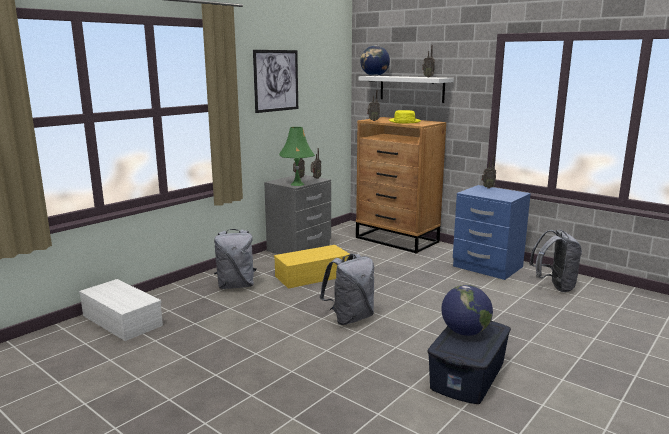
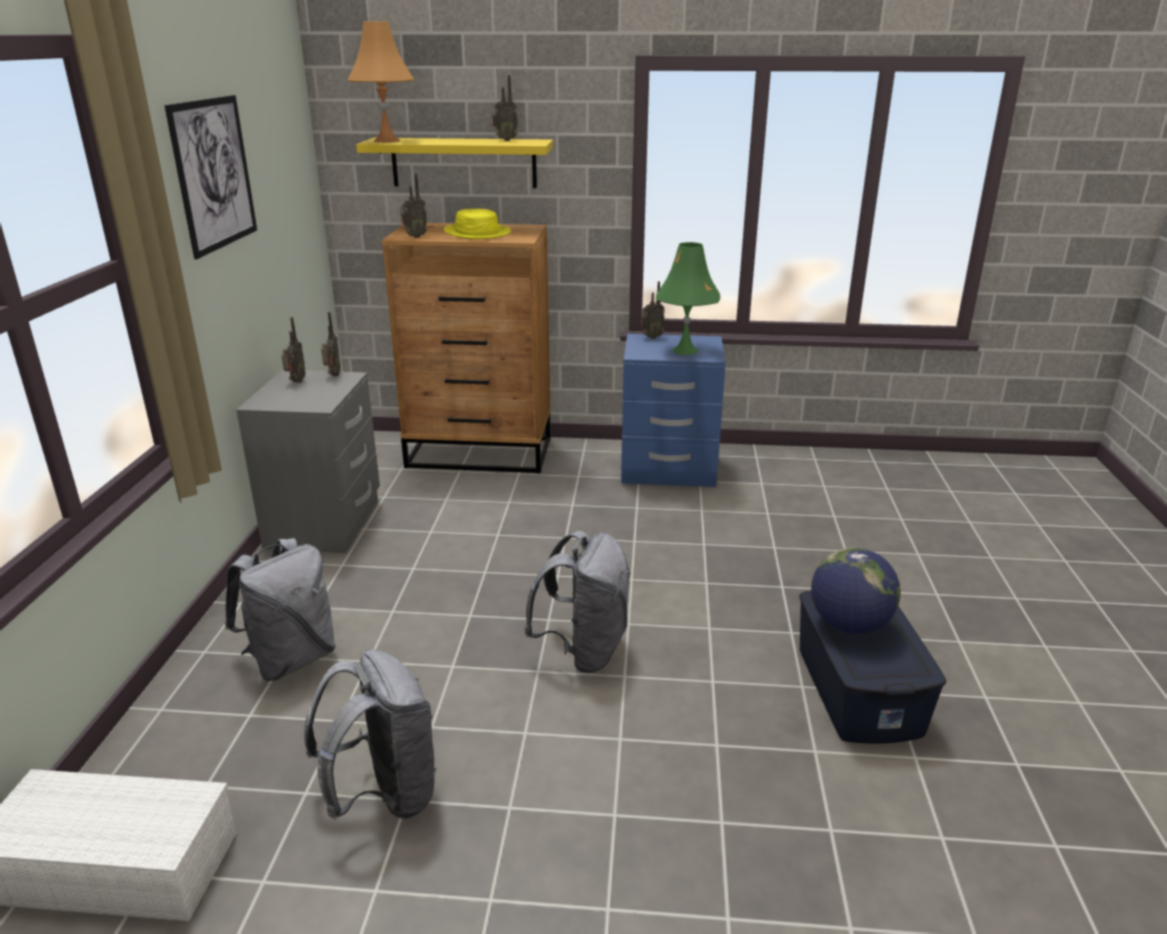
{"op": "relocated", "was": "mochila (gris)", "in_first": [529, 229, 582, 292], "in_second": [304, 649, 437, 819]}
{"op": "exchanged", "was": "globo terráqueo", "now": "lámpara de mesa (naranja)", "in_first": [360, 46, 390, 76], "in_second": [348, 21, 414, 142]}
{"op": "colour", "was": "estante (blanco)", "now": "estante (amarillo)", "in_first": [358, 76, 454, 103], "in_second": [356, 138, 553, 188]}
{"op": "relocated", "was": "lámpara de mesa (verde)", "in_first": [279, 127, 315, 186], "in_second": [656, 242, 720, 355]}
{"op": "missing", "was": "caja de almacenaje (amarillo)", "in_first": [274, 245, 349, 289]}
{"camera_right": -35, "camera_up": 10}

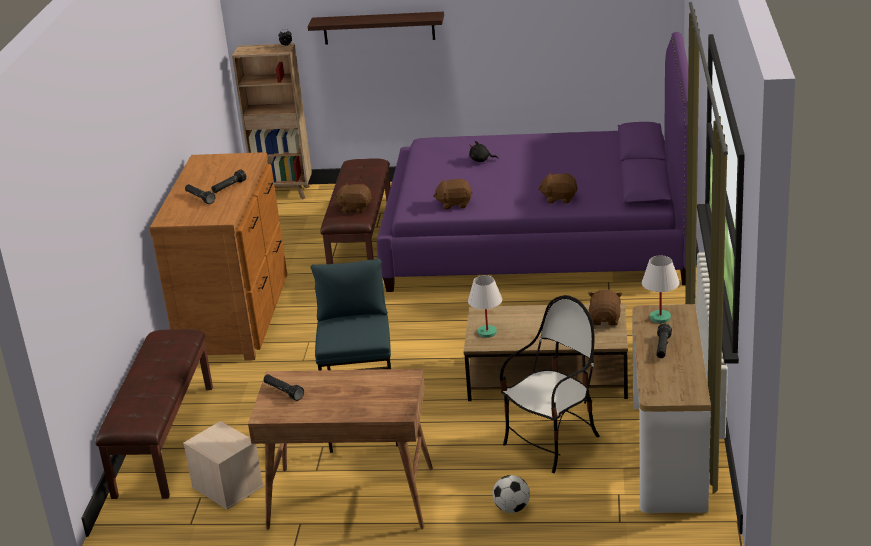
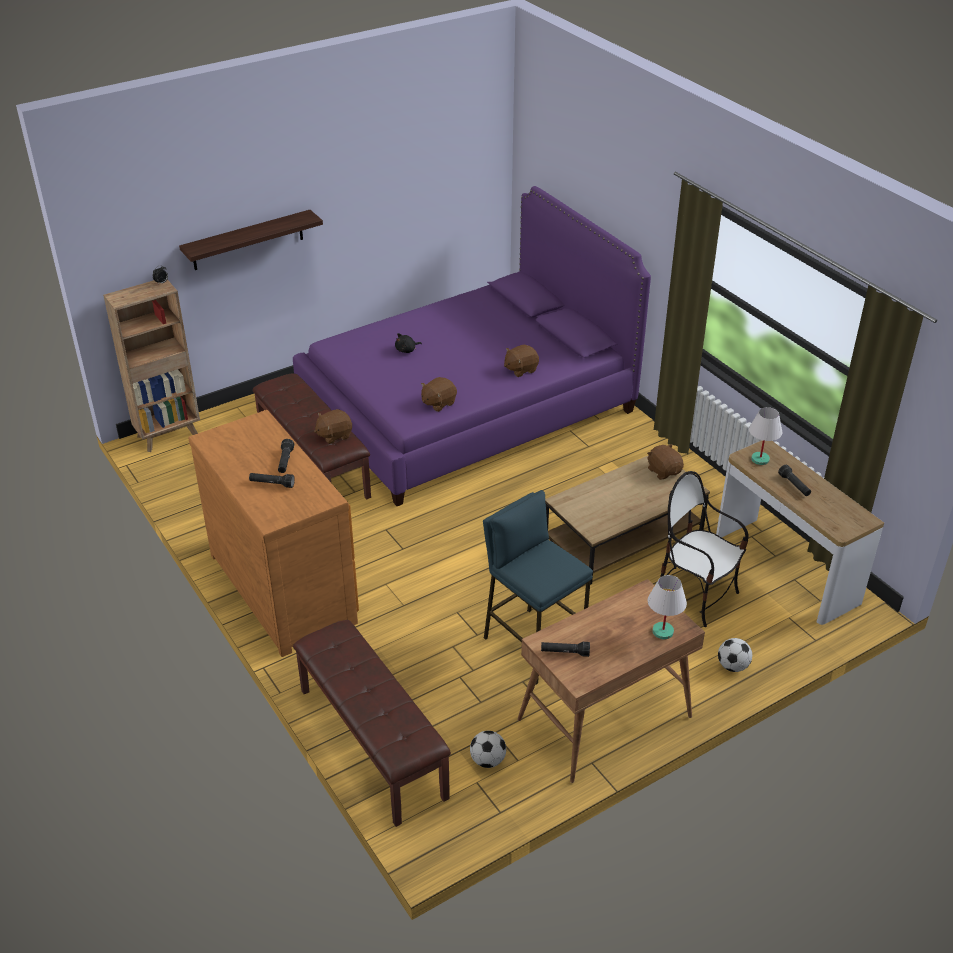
{"op": "exchanged", "was": "caja de almacenaje (beis)", "now": "balón de fútbol", "in_first": [183, 421, 264, 510], "in_second": [470, 731, 506, 768]}
{"op": "relocated", "was": "lámpara de mesa (blanco)", "in_first": [468, 275, 502, 338], "in_second": [648, 575, 687, 639]}
{"op": "spun", "was": "silla", "in_first": [500, 295, 600, 473], "in_second": [660, 471, 748, 627], "clockwise": -60}
{"camera_right": -40, "camera_up": 10}

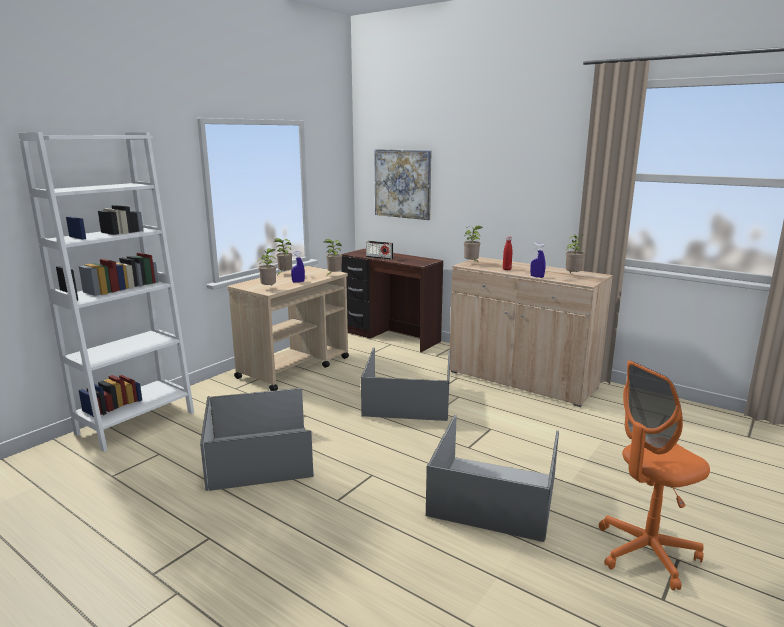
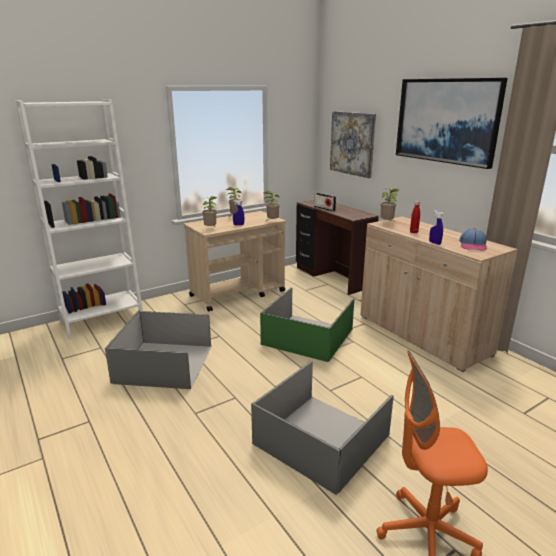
{"op": "colour", "was": "caja de almacenaje (gris)", "now": "caja de almacenaje (verde)", "in_first": [361, 347, 450, 421], "in_second": [260, 287, 354, 362]}
{"op": "appeared", "now": "cuadro", "in_second": [396, 78, 508, 169]}
{"op": "exchanged", "was": "planta en maceta", "now": "gorra", "in_first": [566, 234, 585, 273], "in_second": [459, 228, 487, 251]}
{"camera_right": 20, "camera_up": 5}

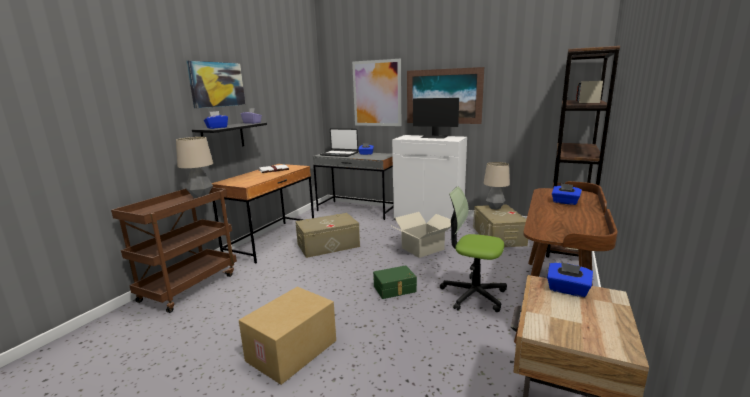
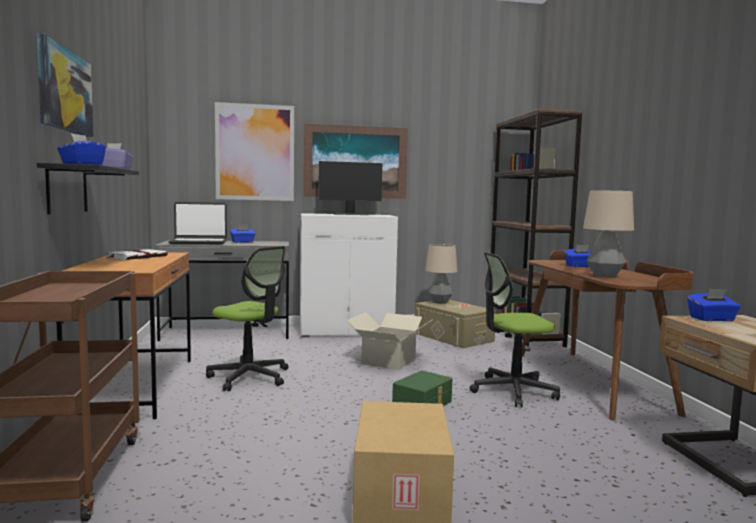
{"op": "exchanged", "was": "caja de almacenaje (beis)", "now": "silla de oficina", "in_first": [295, 213, 360, 258], "in_second": [206, 246, 289, 391]}
{"op": "relocated", "was": "lámpara de mesa", "in_first": [176, 137, 213, 198], "in_second": [583, 191, 634, 278]}
{"camera_right": -35, "camera_up": -10}

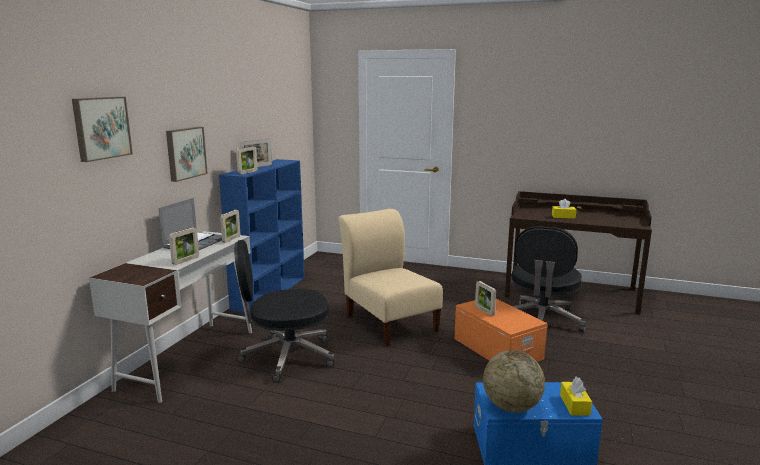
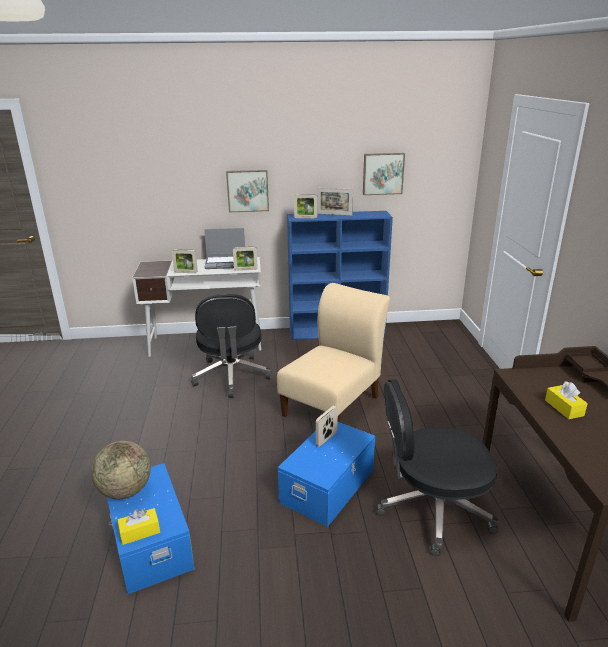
{"op": "spun", "was": "silla de oficina (negro)", "in_first": [234, 240, 334, 383], "in_second": [191, 294, 272, 398], "clockwise": -150}
{"op": "colour", "was": "caja de almacenaje (naranja)", "now": "caja de almacenaje (azul)", "in_first": [455, 299, 548, 362], "in_second": [278, 422, 375, 527]}
{"op": "relocated", "was": "cuadro", "in_first": [72, 97, 133, 162], "in_second": [363, 153, 405, 195]}
{"camera_right": 65, "camera_up": 10}

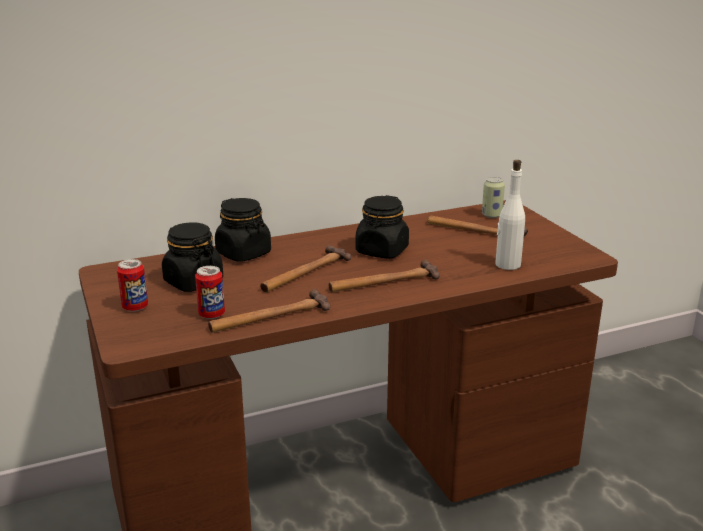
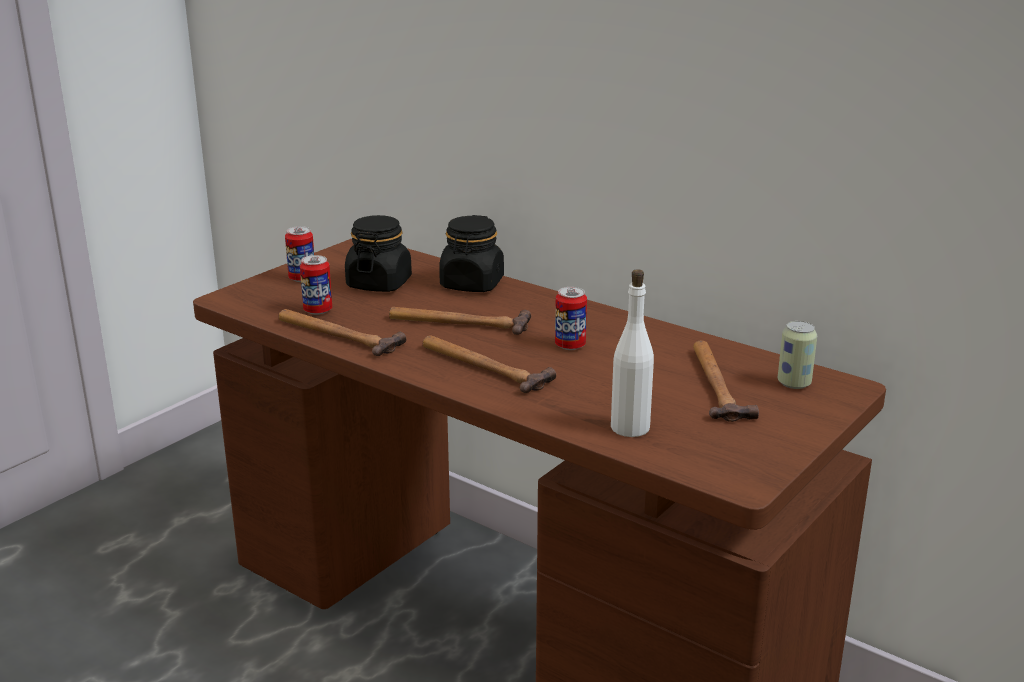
{"op": "exchanged", "was": "tarro (negro)", "now": "lata", "in_first": [355, 195, 409, 259], "in_second": [555, 287, 587, 350]}
{"camera_right": 60, "camera_up": 0}

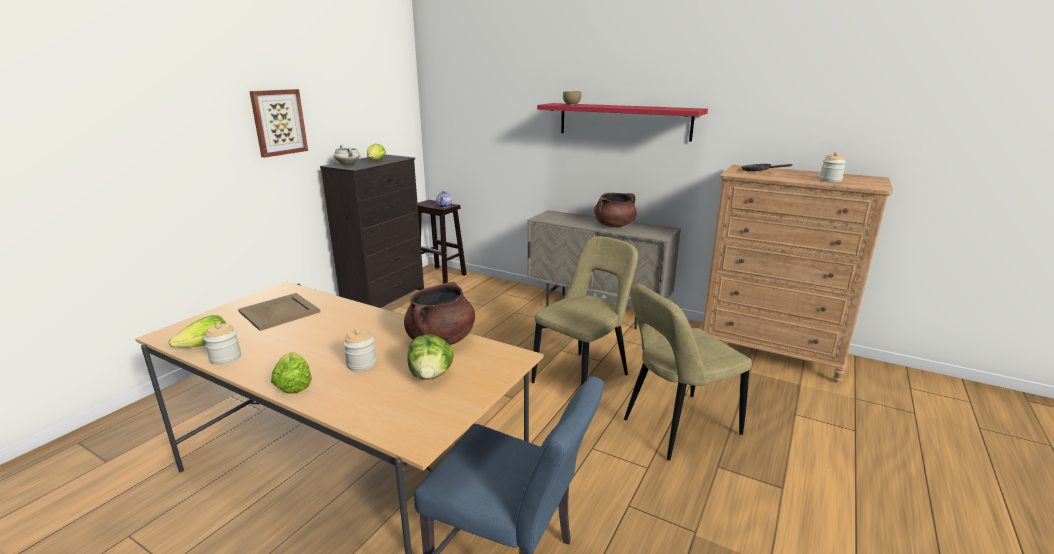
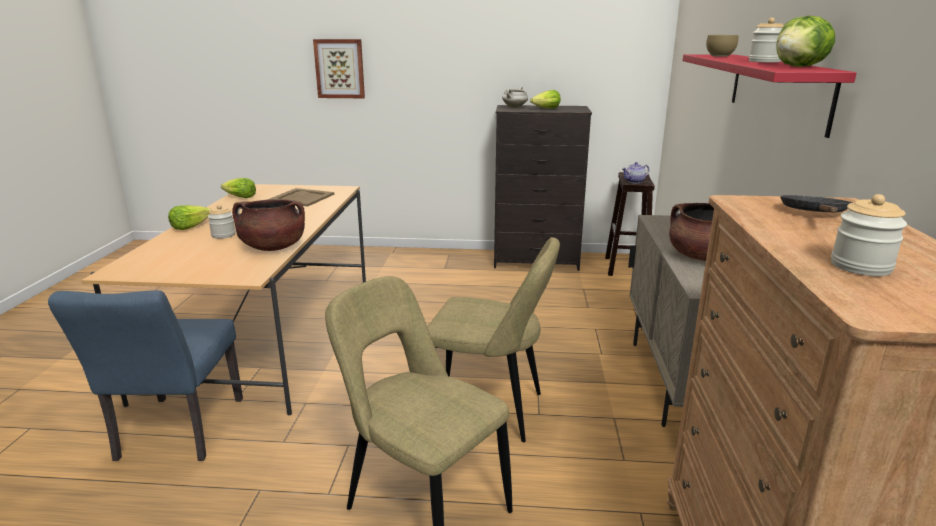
{"op": "relocated", "was": "cuadro", "in_first": [249, 89, 308, 158], "in_second": [313, 39, 365, 98]}
{"op": "relocated", "was": "tarro", "in_first": [204, 323, 241, 365], "in_second": [749, 18, 784, 63]}
{"op": "relocated", "was": "lechuga", "in_first": [407, 334, 454, 380], "in_second": [776, 16, 835, 67]}
{"camera_right": 65, "camera_up": 0}

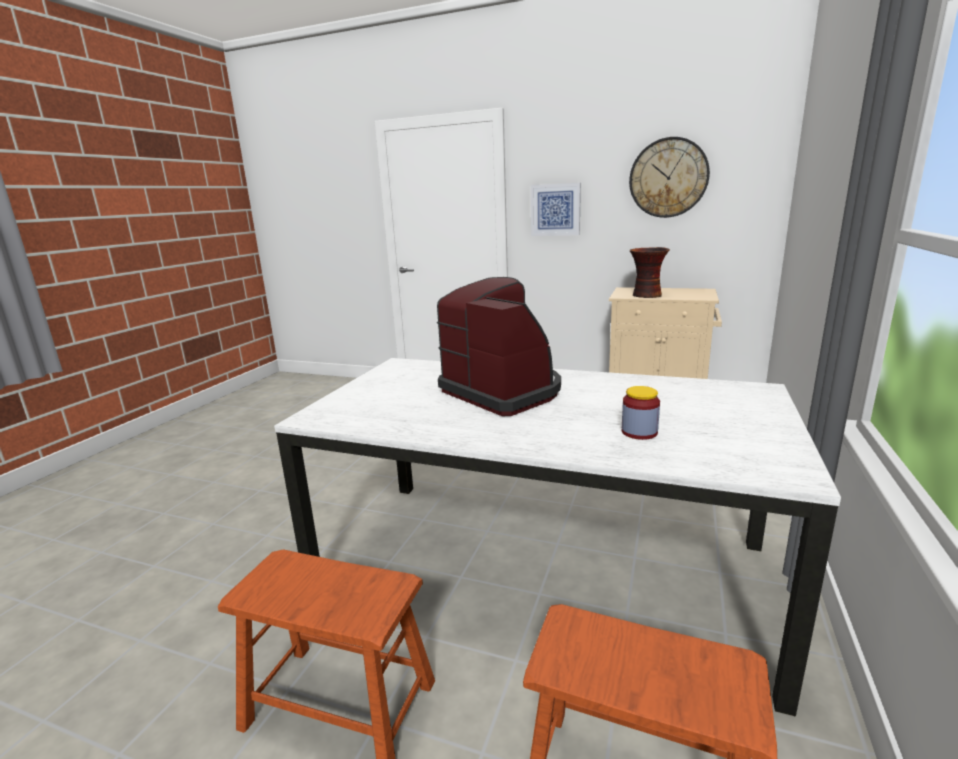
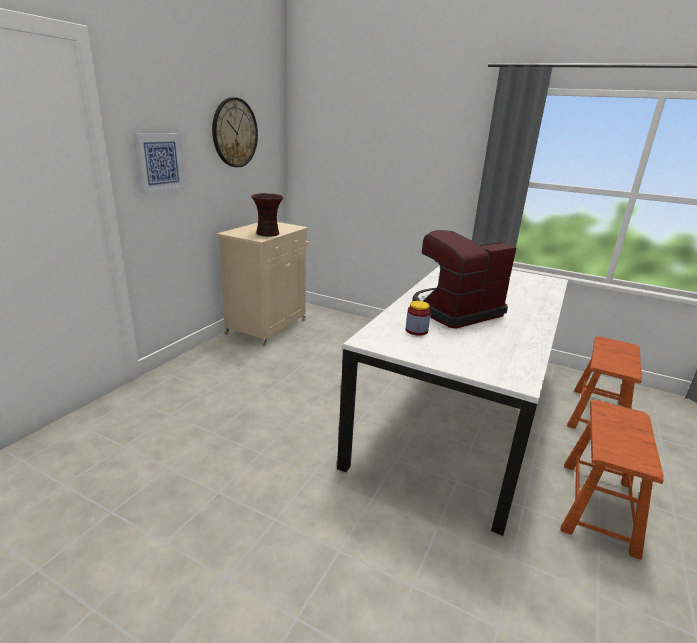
{"op": "relocated", "was": "tarro", "in_first": [622, 386, 660, 440], "in_second": [405, 301, 431, 336]}
{"camera_right": -85, "camera_up": 5}

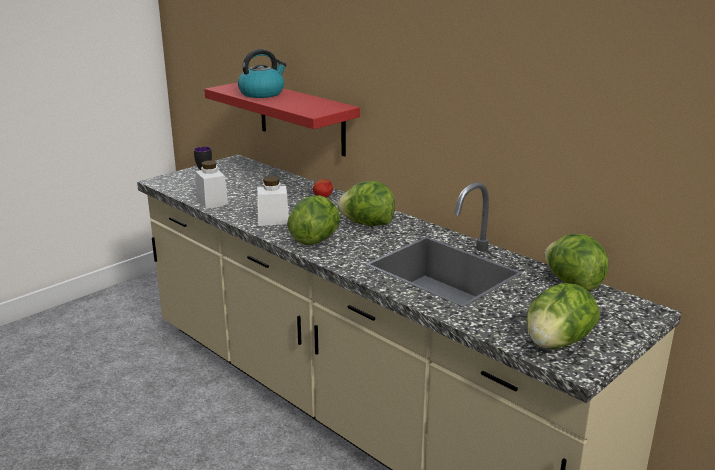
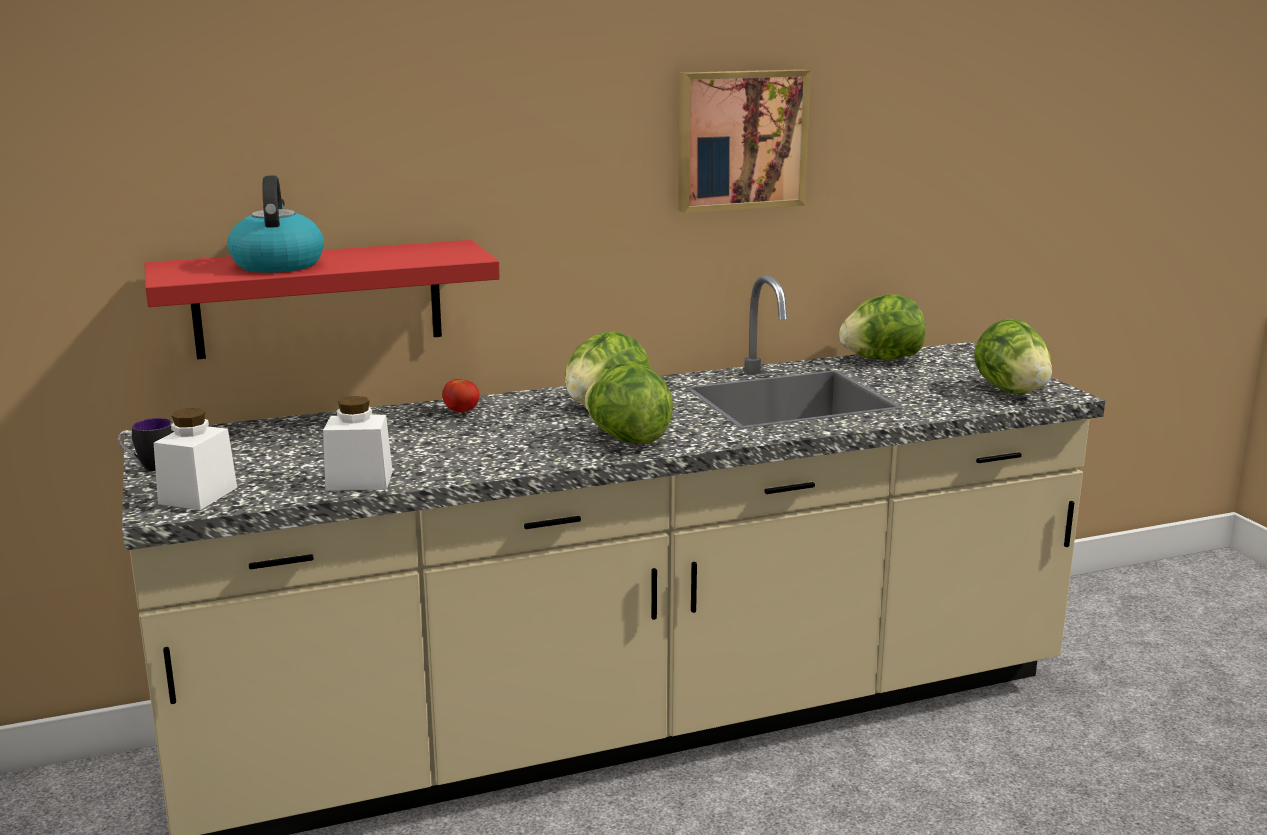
{"op": "relocated", "was": "tarro (blanco)", "in_first": [257, 176, 289, 226], "in_second": [154, 408, 237, 510]}
{"op": "appeared", "now": "cuadro", "in_second": [678, 69, 811, 213]}
{"camera_right": -65, "camera_up": -5}

